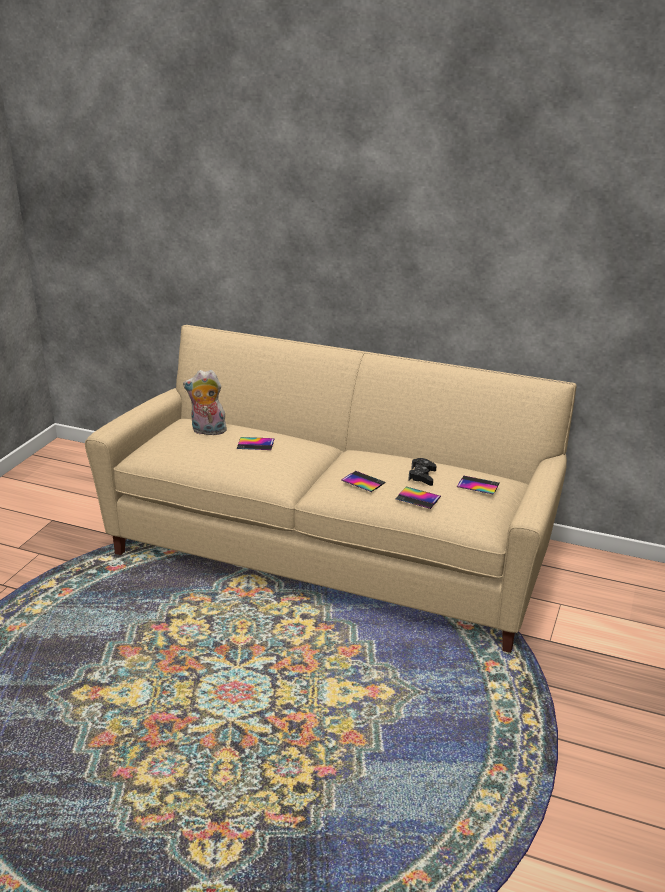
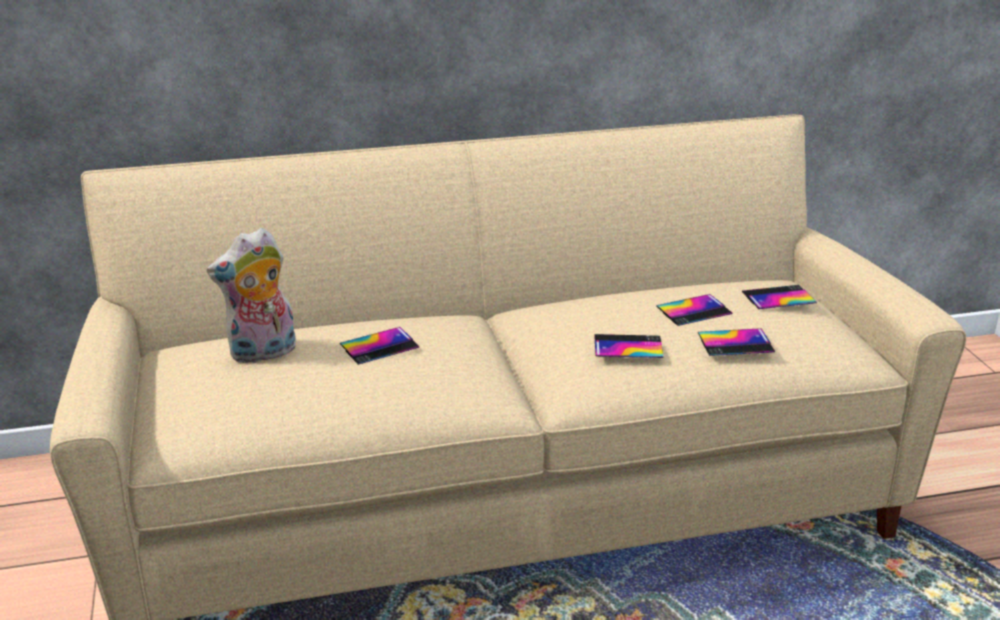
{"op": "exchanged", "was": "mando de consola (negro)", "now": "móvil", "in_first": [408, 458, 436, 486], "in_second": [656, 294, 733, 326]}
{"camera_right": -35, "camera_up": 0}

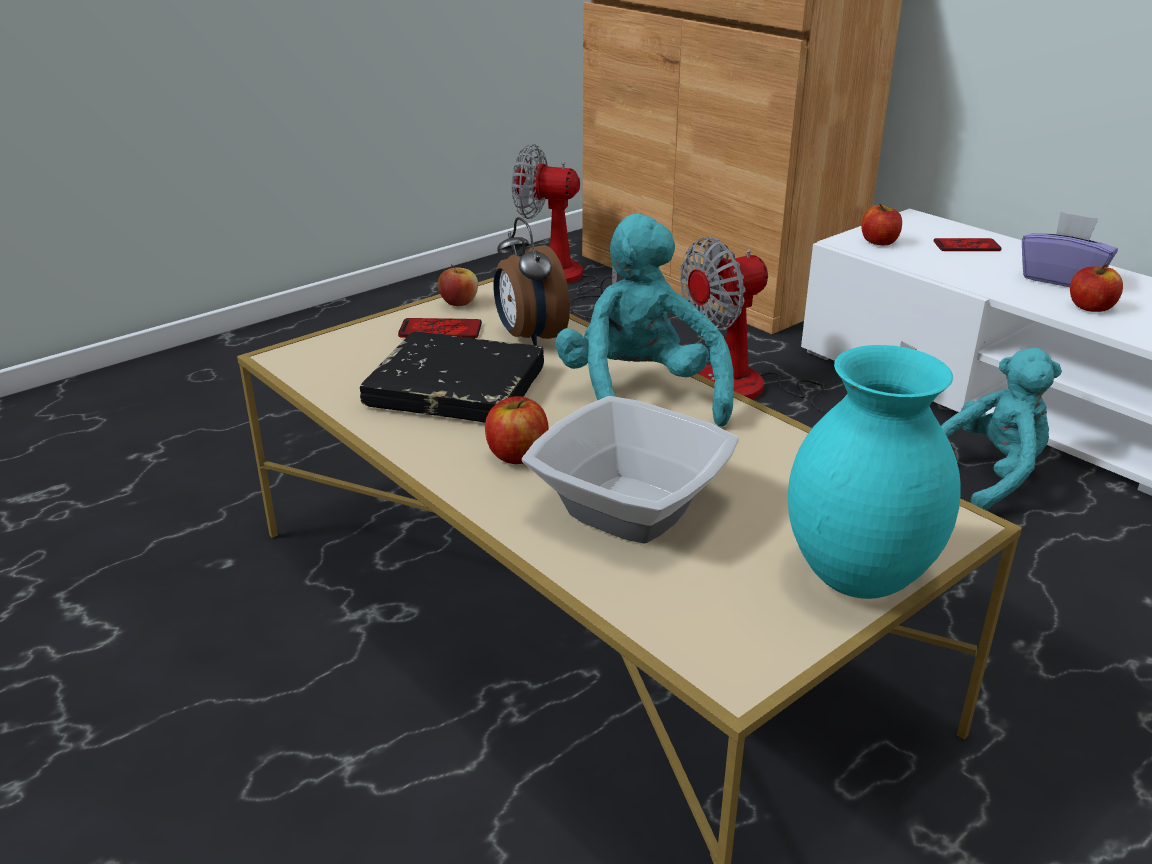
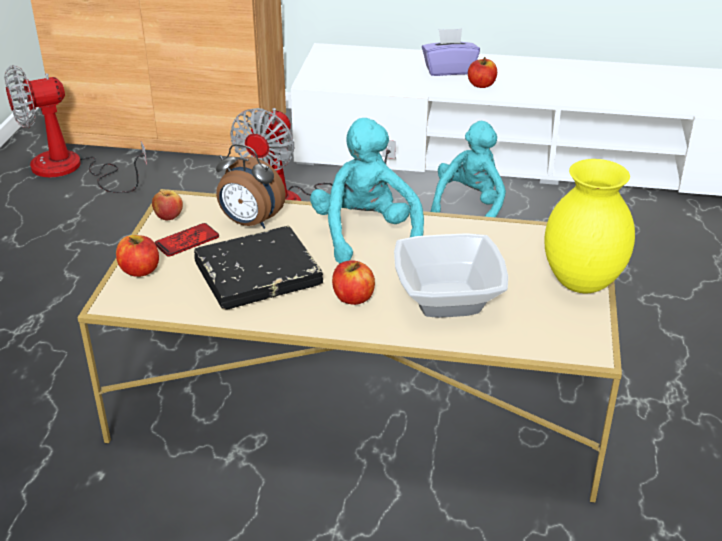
{"op": "relocated", "was": "manzana", "in_first": [861, 203, 902, 245], "in_second": [116, 235, 159, 277]}
{"op": "spun", "was": "peluche (turquesa)", "in_first": [555, 214, 734, 427], "in_second": [310, 118, 424, 264], "clockwise": 45}
{"op": "colour", "was": "florero (turquesa)", "now": "florero (amarillo)", "in_first": [788, 345, 960, 599], "in_second": [544, 159, 635, 293]}
{"op": "missing", "was": "móvil", "in_first": [934, 238, 1002, 251]}
{"camera_right": -40, "camera_up": 5}

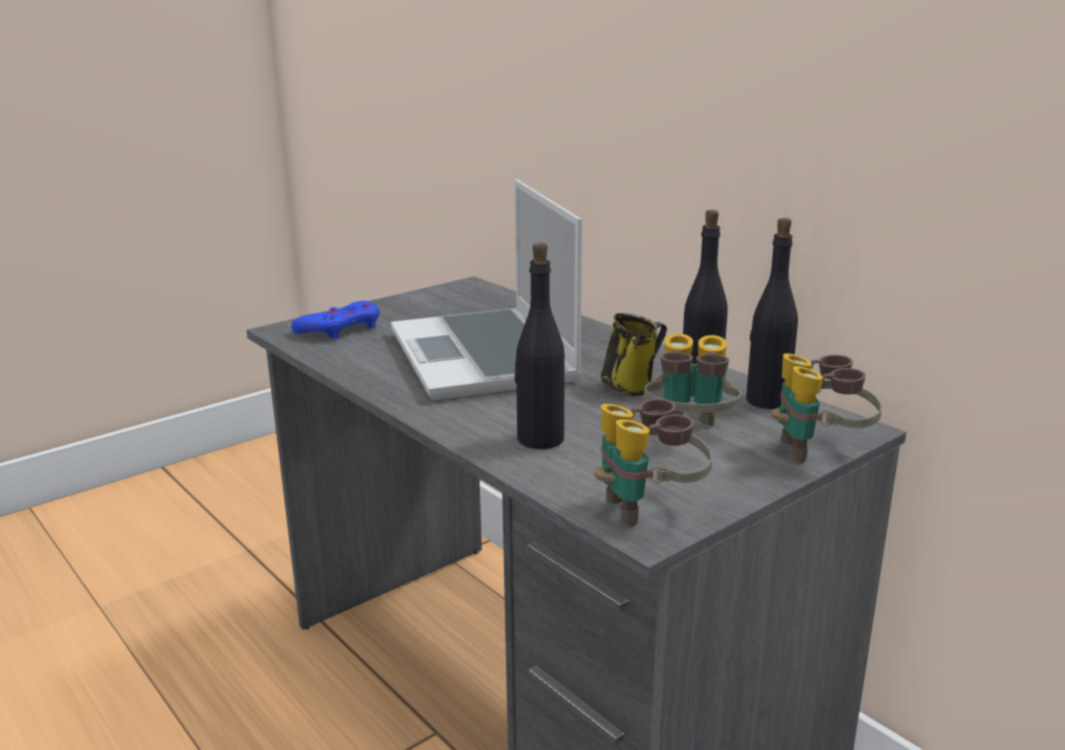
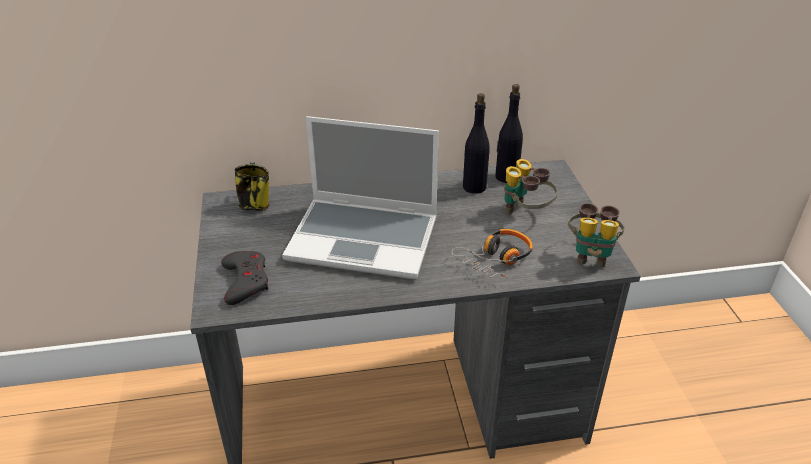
{"op": "colour", "was": "mando de consola (azul)", "now": "mando de consola (gris)", "in_first": [291, 301, 379, 339], "in_second": [221, 251, 268, 305]}
{"op": "relocated", "was": "taza grande", "in_first": [601, 313, 667, 396], "in_second": [235, 162, 269, 211]}
{"op": "exchanged", "was": "botella (negro)", "now": "auriculares", "in_first": [515, 242, 565, 449], "in_second": [451, 229, 533, 278]}
{"op": "missing", "was": "prismáticos", "in_first": [771, 353, 882, 464]}
{"camera_right": -60, "camera_up": 15}

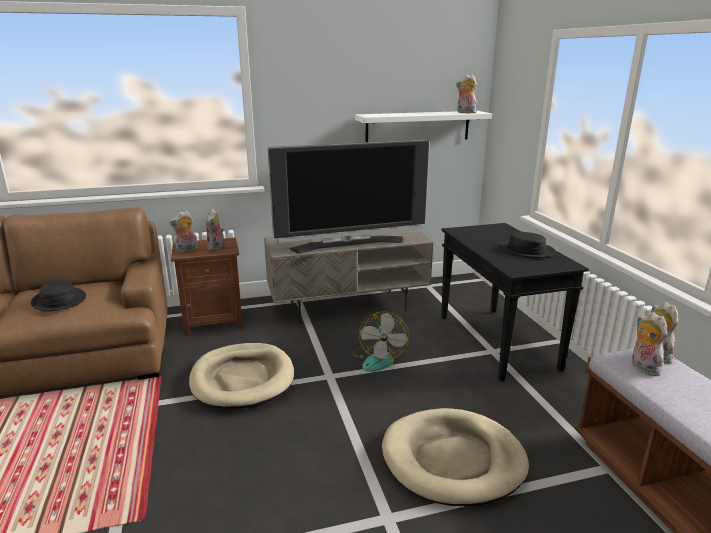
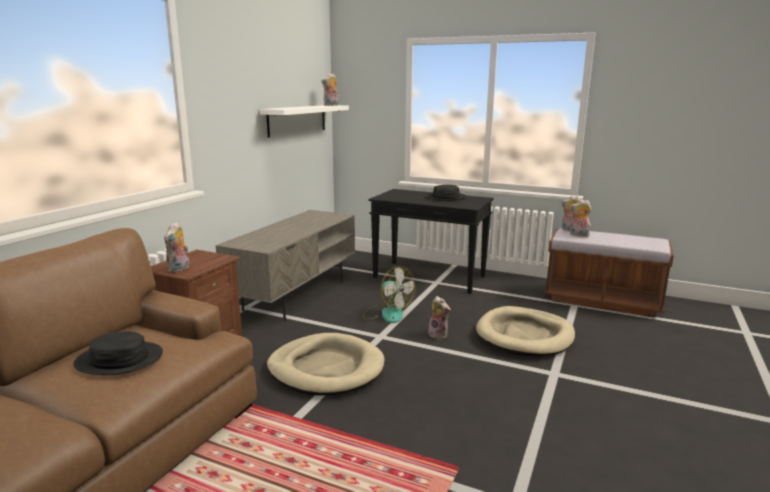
{"op": "relocated", "was": "peluche", "in_first": [206, 209, 224, 251], "in_second": [428, 296, 451, 340]}
{"op": "missing", "was": "televisor", "in_first": [268, 139, 429, 254]}
{"camera_right": -50, "camera_up": -5}

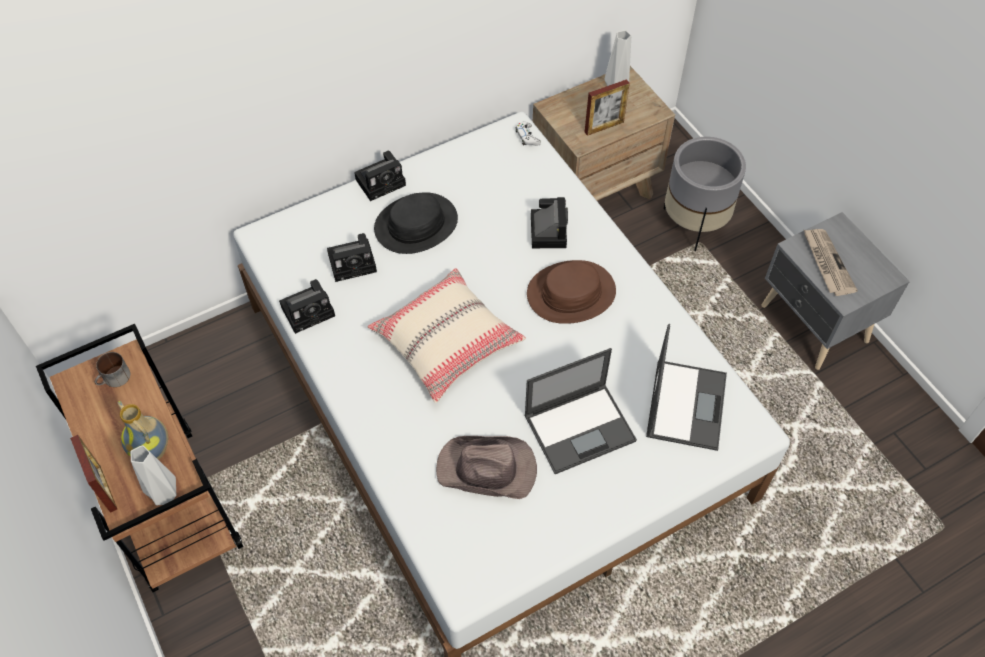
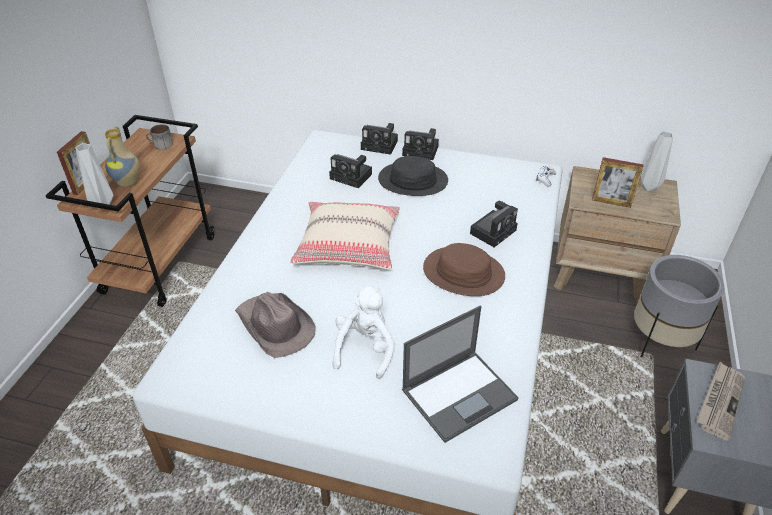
{"op": "exchanged", "was": "portátil", "now": "peluche (blanco)", "in_first": [524, 348, 637, 474], "in_second": [333, 286, 394, 379]}
{"op": "relocated", "was": "cámara", "in_first": [279, 279, 335, 334], "in_second": [361, 123, 398, 155]}
{"camera_right": 45, "camera_up": -15}

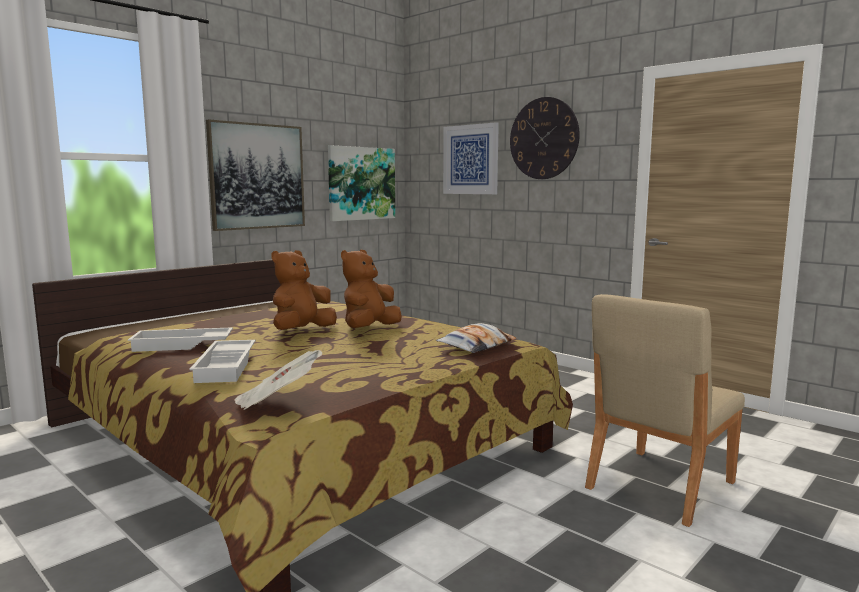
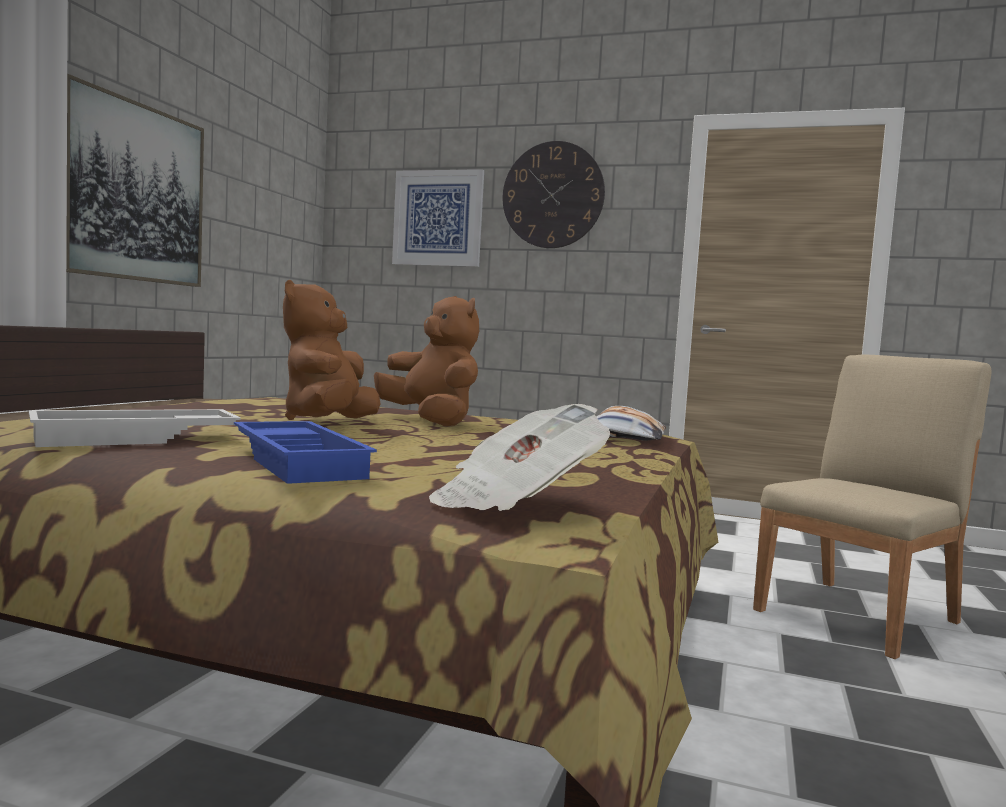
{"op": "colour", "was": "bandeja (blanco)", "now": "bandeja (azul)", "in_first": [189, 340, 256, 383], "in_second": [234, 421, 377, 484]}
{"op": "spun", "was": "peluche (marrón)", "in_first": [341, 250, 402, 328], "in_second": [374, 296, 479, 426], "clockwise": 135}
{"op": "spun", "was": "silla (beis)", "in_first": [585, 294, 745, 527], "in_second": [753, 355, 991, 659], "clockwise": -150}
{"op": "missing", "was": "cuadro", "in_first": [328, 145, 395, 221]}
{"camera_right": -25, "camera_up": -5}

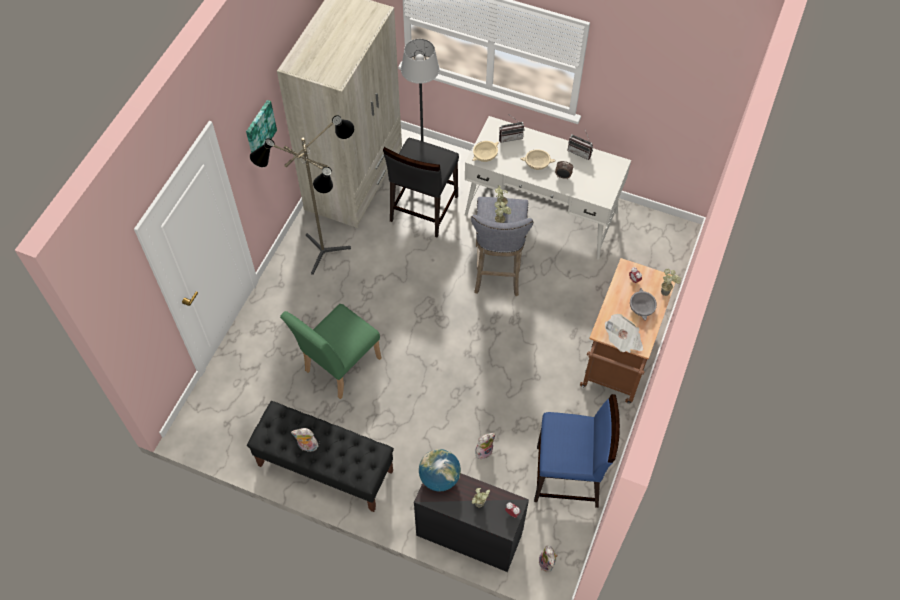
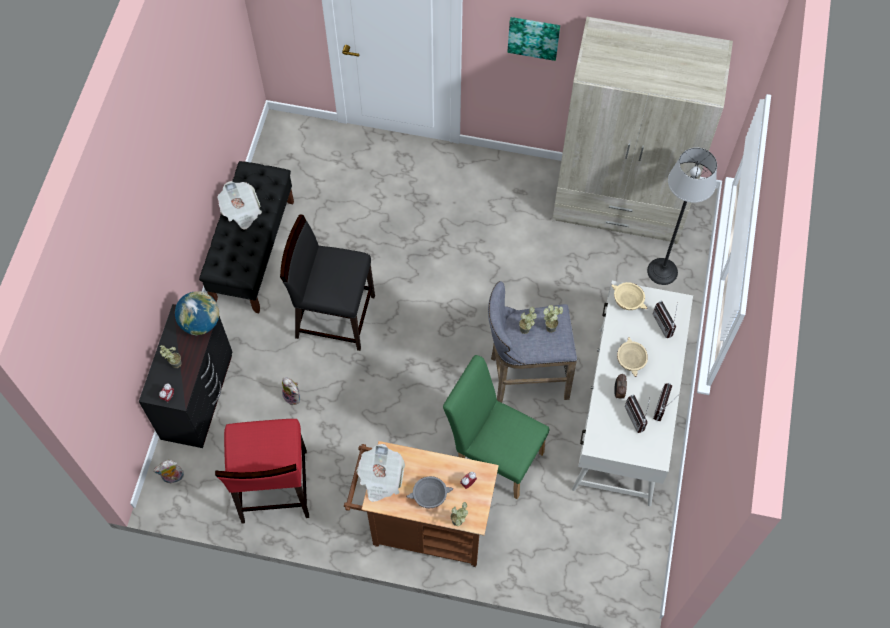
{"op": "colour", "was": "silla (azul)", "now": "silla (rojo)", "in_first": [534, 394, 620, 508], "in_second": [215, 419, 309, 524]}
{"op": "exchanged", "was": "peluche", "now": "periódico", "in_first": [291, 428, 318, 452], "in_second": [217, 181, 262, 229]}
{"op": "relocated", "was": "silla (negro)", "in_first": [383, 138, 459, 238], "in_second": [280, 214, 375, 351]}
{"op": "relocated", "was": "silla (verde)", "in_first": [280, 304, 381, 399], "in_second": [443, 355, 550, 499]}
{"op": "appeared", "now": "radio", "in_second": [625, 395, 650, 433]}
{"op": "missing", "was": "lámpara de pie", "in_first": [250, 115, 354, 275]}
{"camera_right": 80, "camera_up": 5}

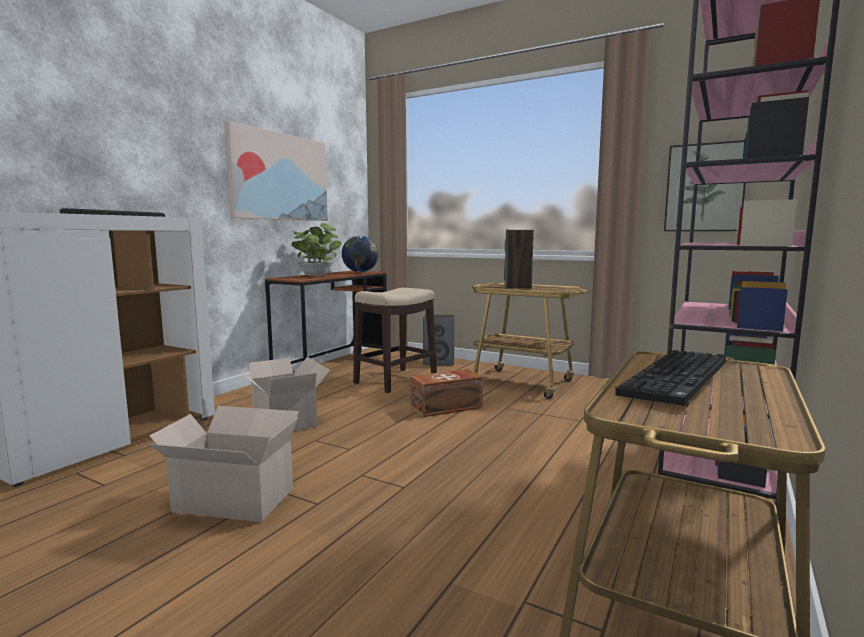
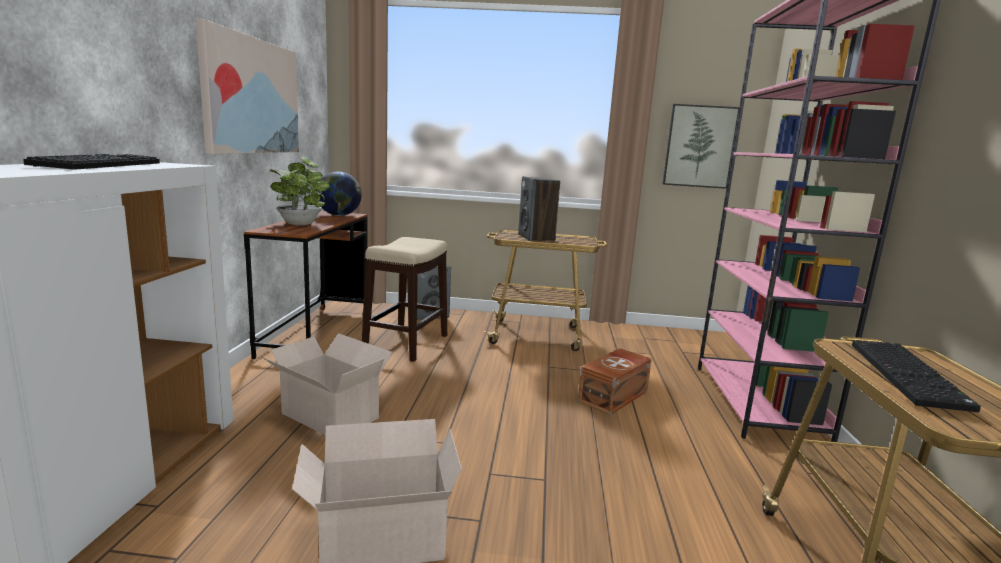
{"op": "relocated", "was": "caja de almacenaje (marrón)", "in_first": [410, 369, 483, 417], "in_second": [578, 348, 652, 415]}
{"camera_right": -25, "camera_up": 5}

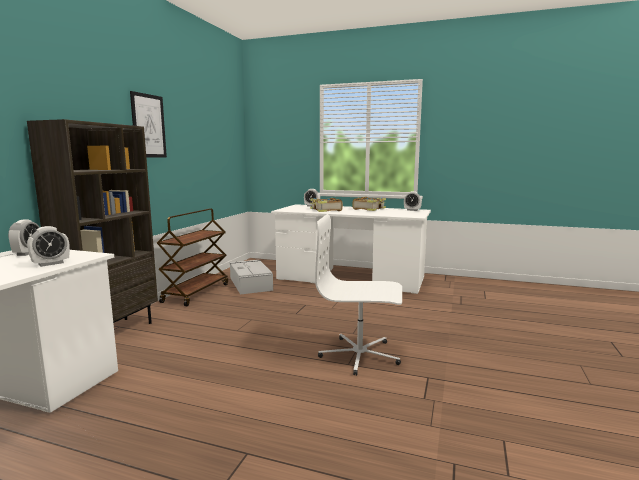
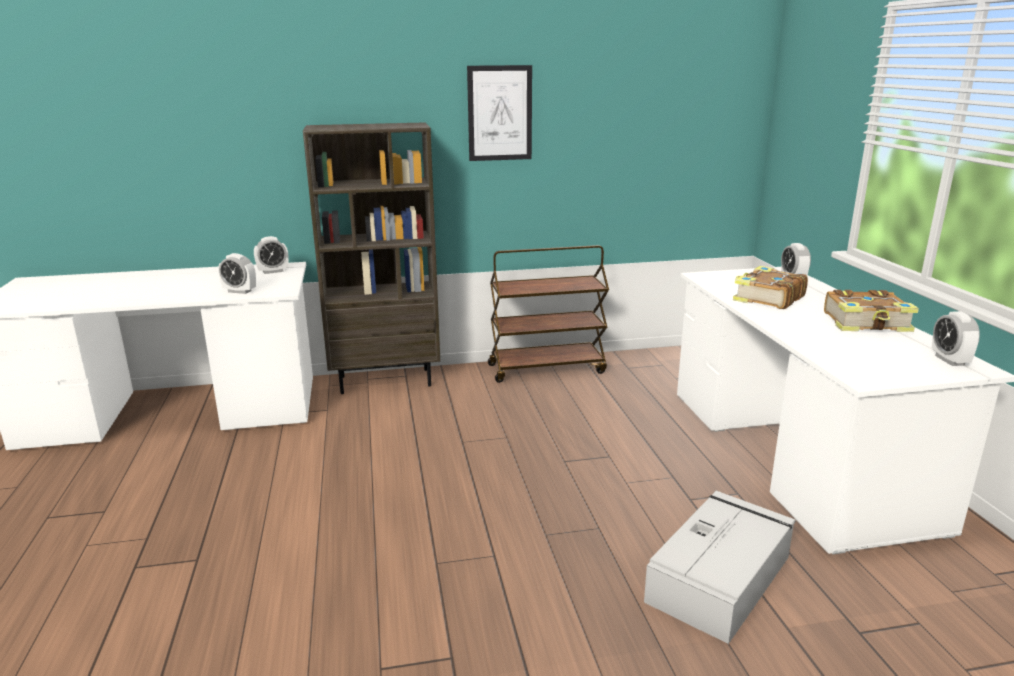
{"op": "relocated", "was": "caja de almacenaje (gris)", "in_first": [229, 260, 273, 294], "in_second": [644, 491, 796, 644]}
{"op": "missing", "was": "silla de oficina (blanco)", "in_first": [315, 214, 402, 376]}
{"camera_right": 60, "camera_up": 10}

